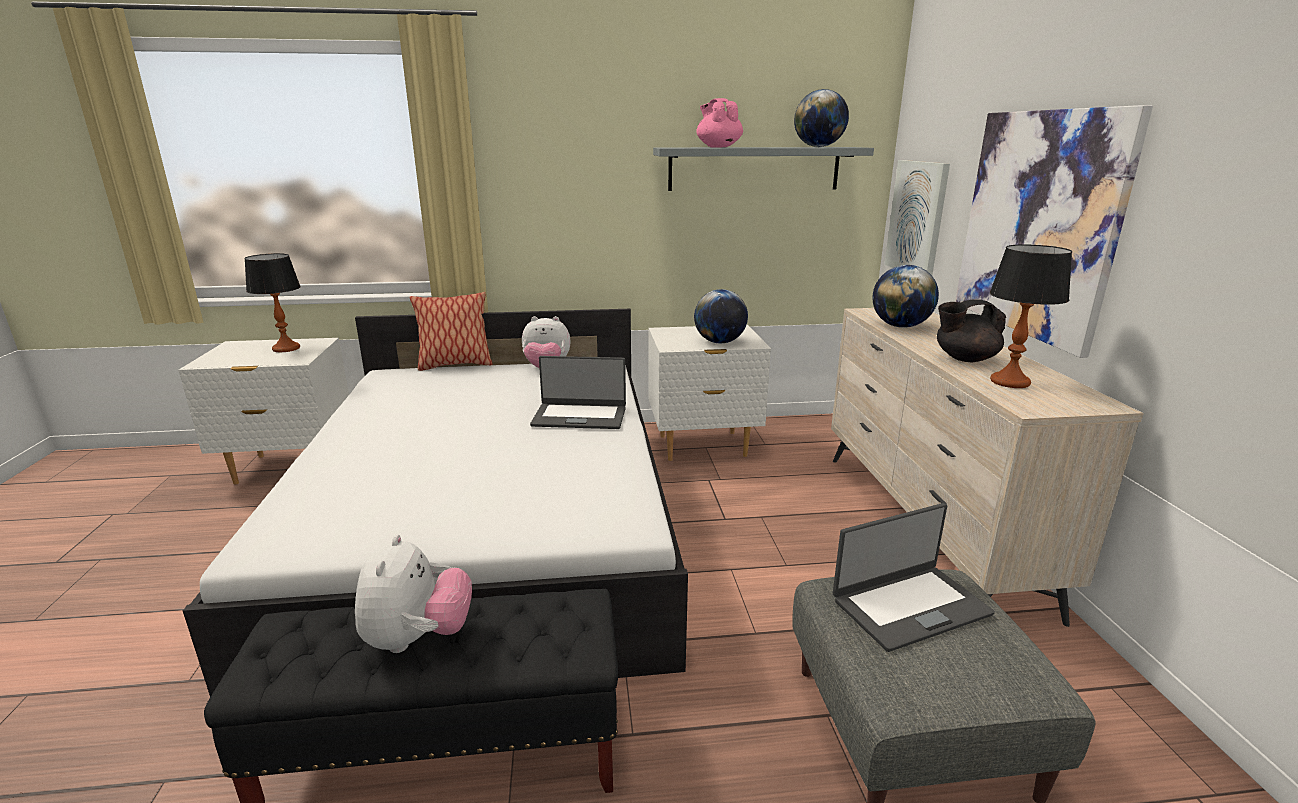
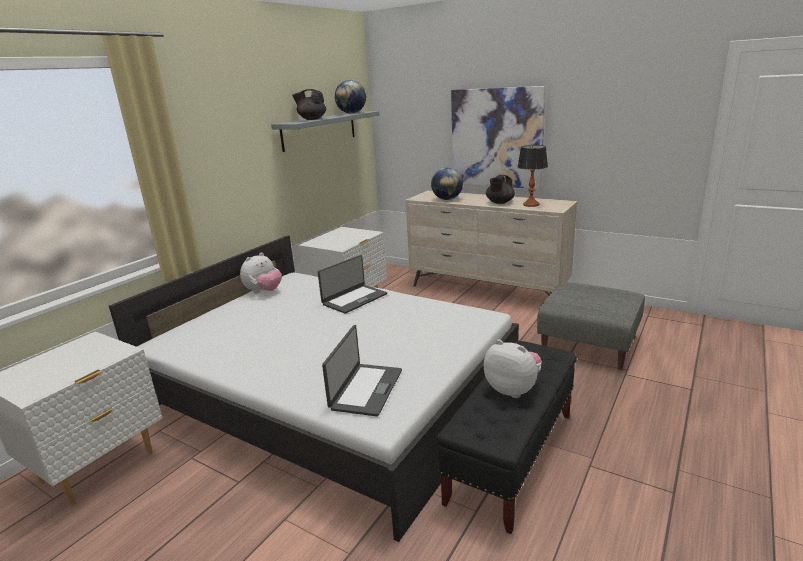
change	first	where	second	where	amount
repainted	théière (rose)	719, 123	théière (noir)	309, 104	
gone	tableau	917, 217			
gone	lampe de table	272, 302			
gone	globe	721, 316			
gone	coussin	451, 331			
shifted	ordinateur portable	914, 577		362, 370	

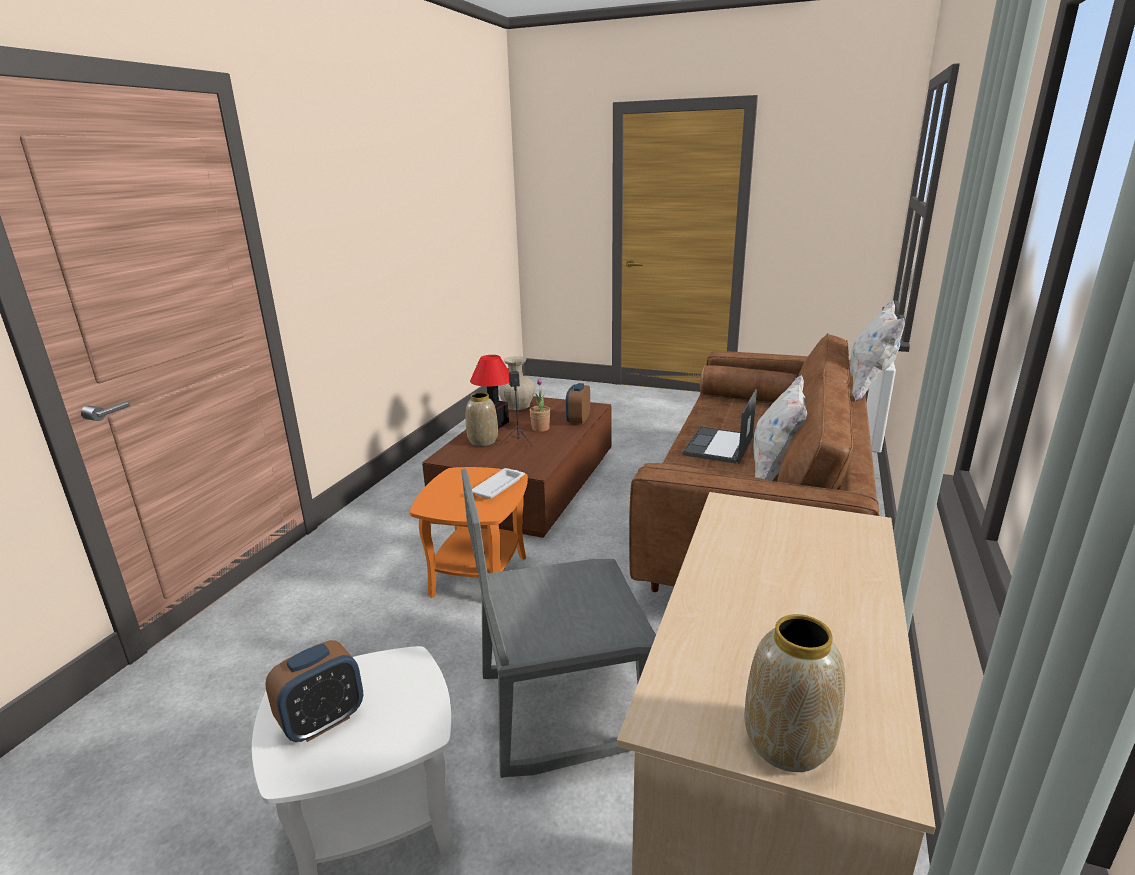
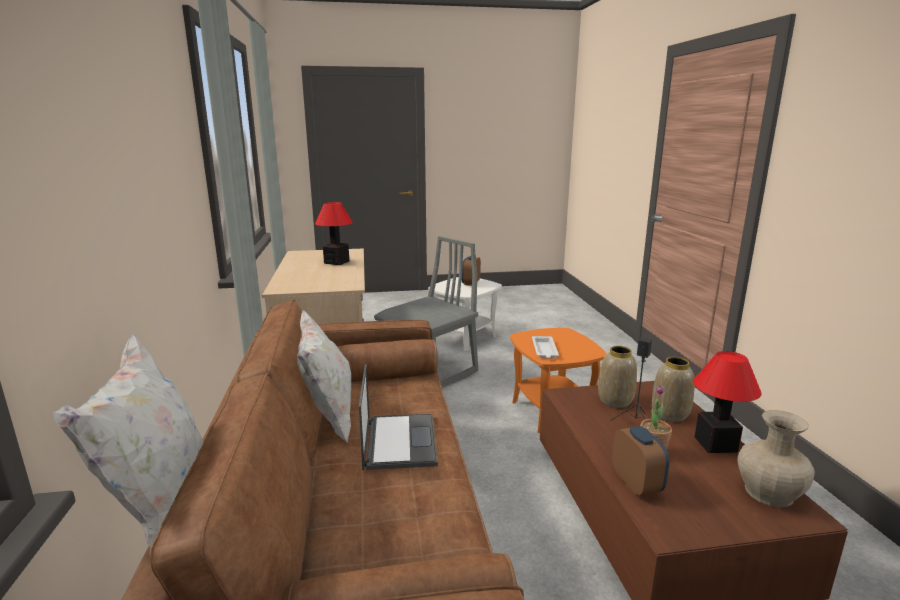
change	first	where	second	where	amount
shifted	vase	795, 693		617, 377	
new			lampe de table	334, 233	

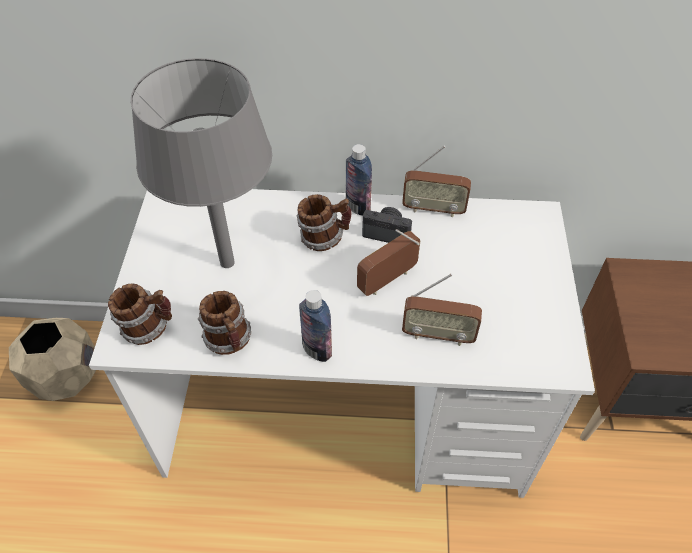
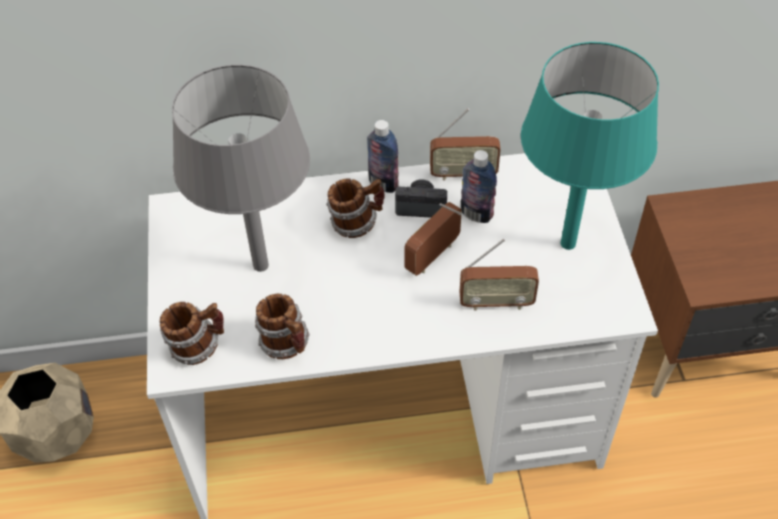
change	first	where	second	where	amount
shifted	bouteille	315, 326		479, 186	
new			lampe de table (turquoise)	590, 146	

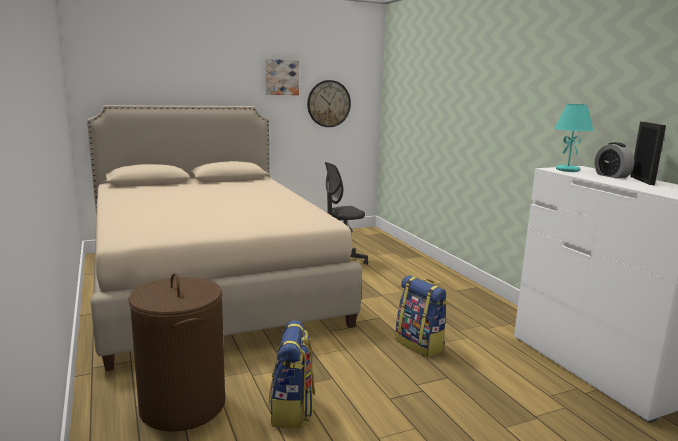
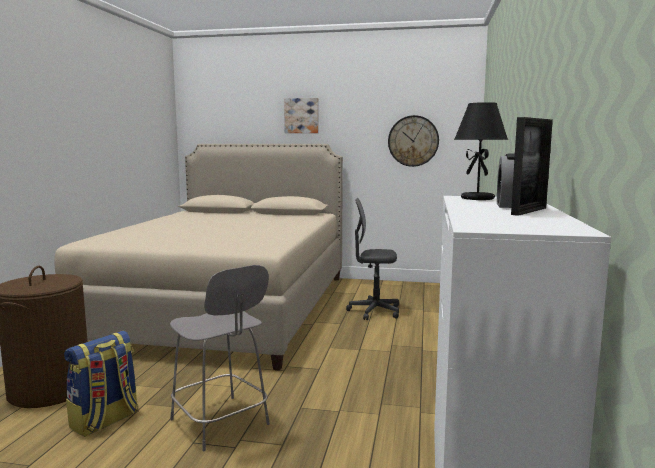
change	first	where	second	where	amount
shifted	tableau	282, 77		301, 115	
repainted	lampe de table (turquoise)	574, 138	lampe de table (noir)	481, 151	
gone	sac à dos	421, 316			
new			chaise (gris)	220, 358	

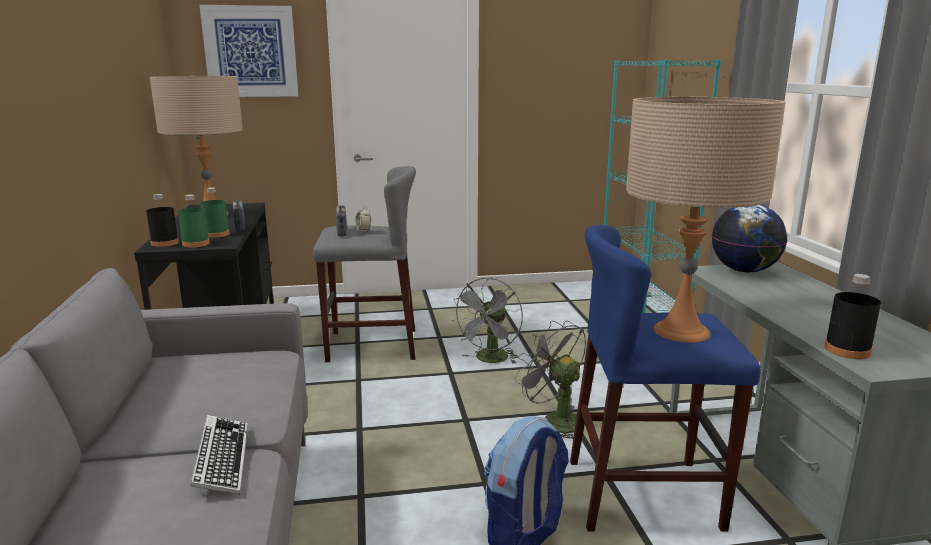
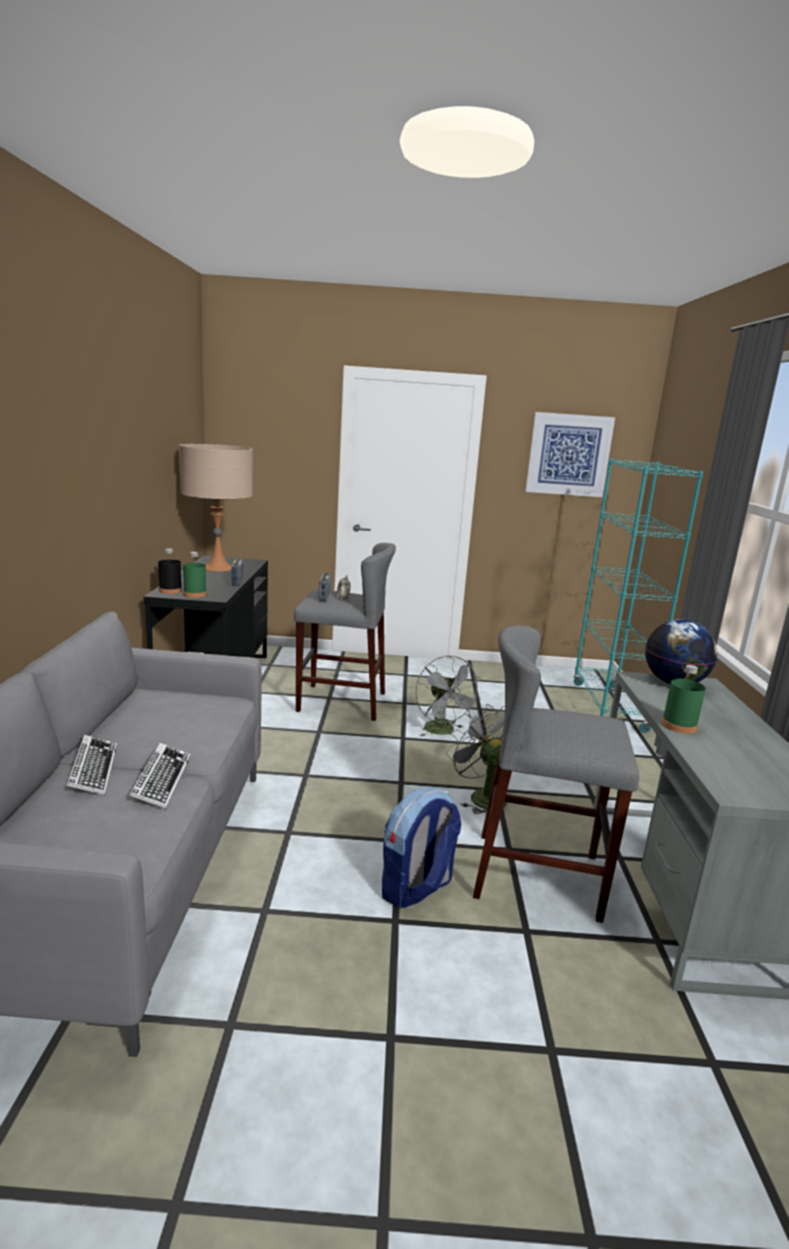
change	first	where	second	where	amount
shifted	tableau	248, 51		570, 454	
gone	lampe de table (beige)	706, 219			
shifted	bouteille (vert)	215, 212		684, 699	
repainted	tabouret (bleu)	665, 378	tabouret (gris)	556, 774	
gone	bouteille (noir)	852, 316			
rotated	ventilateur (gris)	487, 320		448, 696	60 degrees counterclockwise
new			clavier	91, 765	

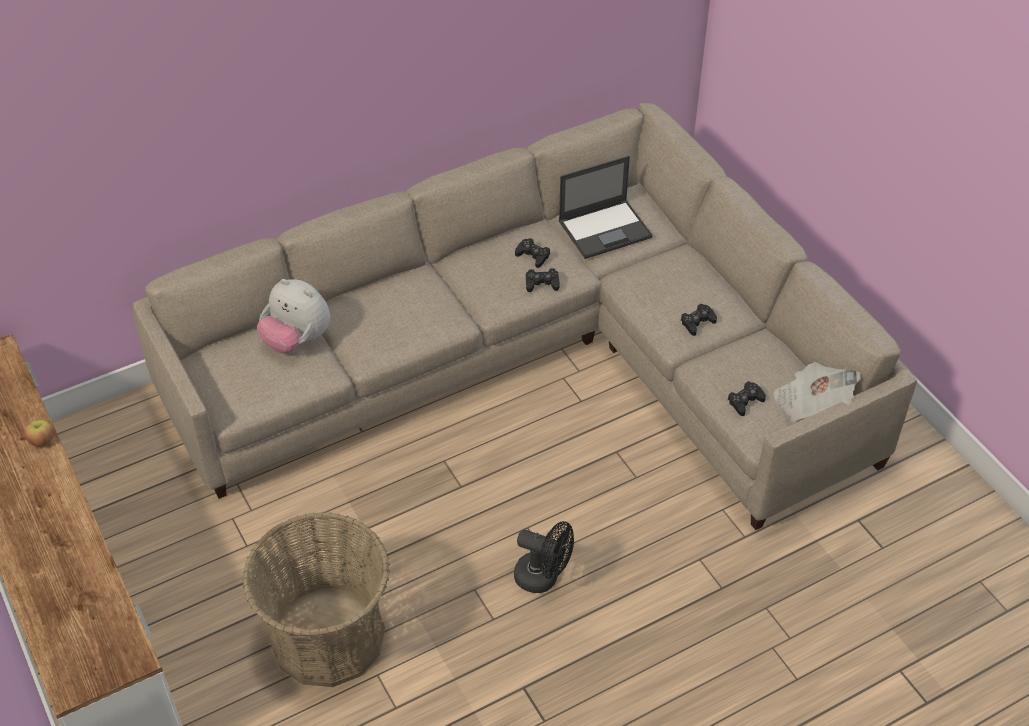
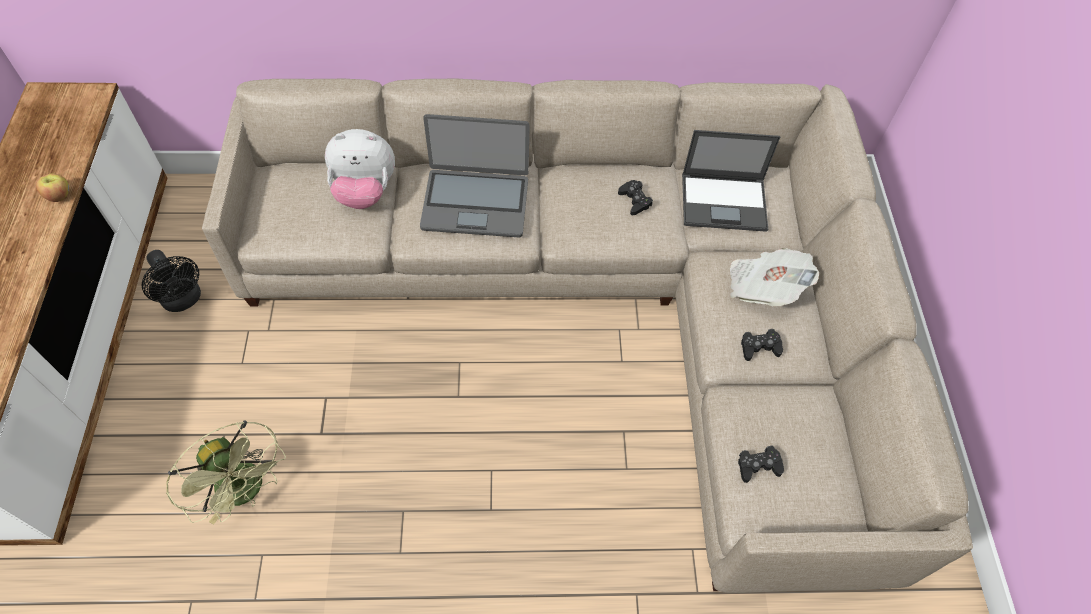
change	first	where	second	where	amount
gone	manette (noir)	543, 280			
rotated	peluche	293, 316		360, 169	60 degrees counterclockwise
shifted	journal	817, 392		774, 277	
swapped	panier	316, 599	ventilateur (vert)	226, 472	
shifted	ventilateur (noir)	544, 557		171, 281	
new			ordinateur portable	475, 175	

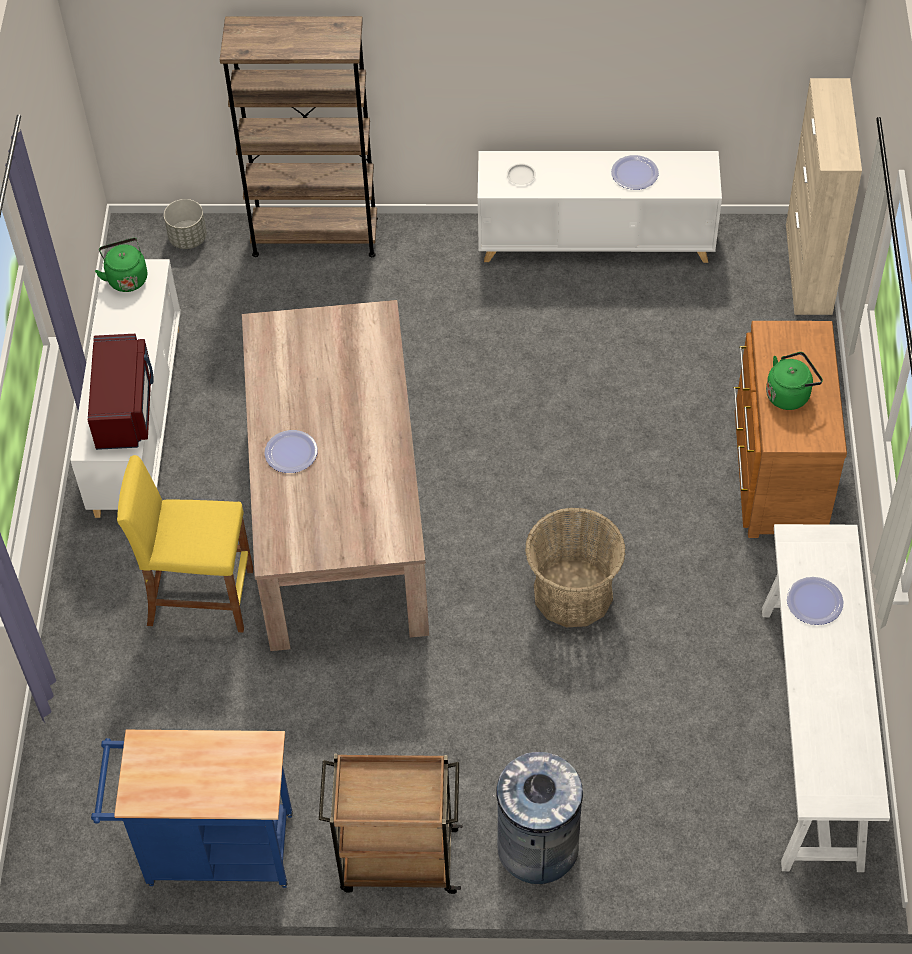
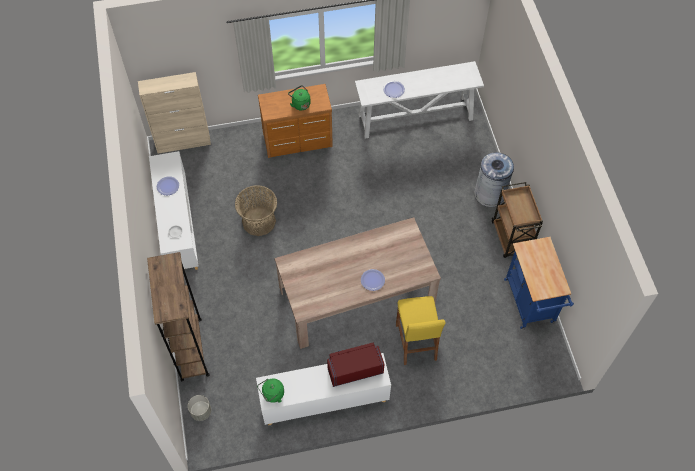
change	first	where	second	where	amount
shifted	panier	575, 567		256, 210	

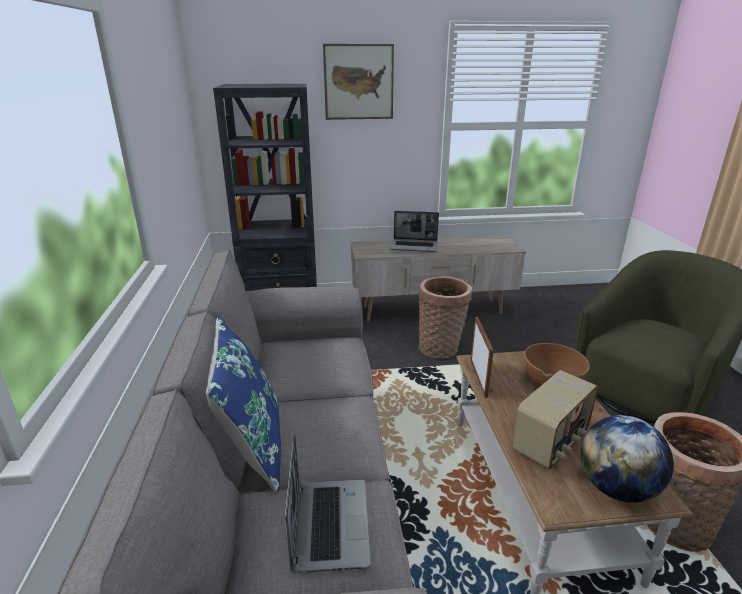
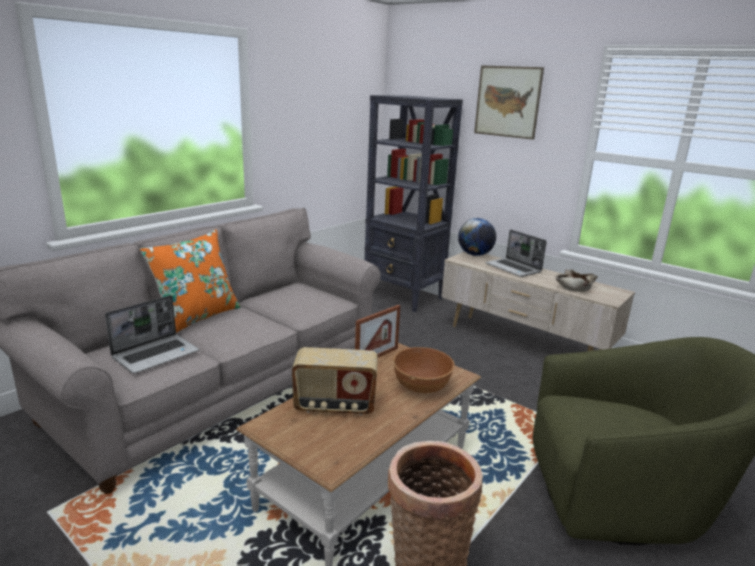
change	first	where	second	where	amount
gone	panier	445, 317			
repainted	coussin (bleu)	243, 405	coussin (orange)	190, 281	
shifted	globe	627, 459		477, 237	
new			bol (beige)	576, 280	

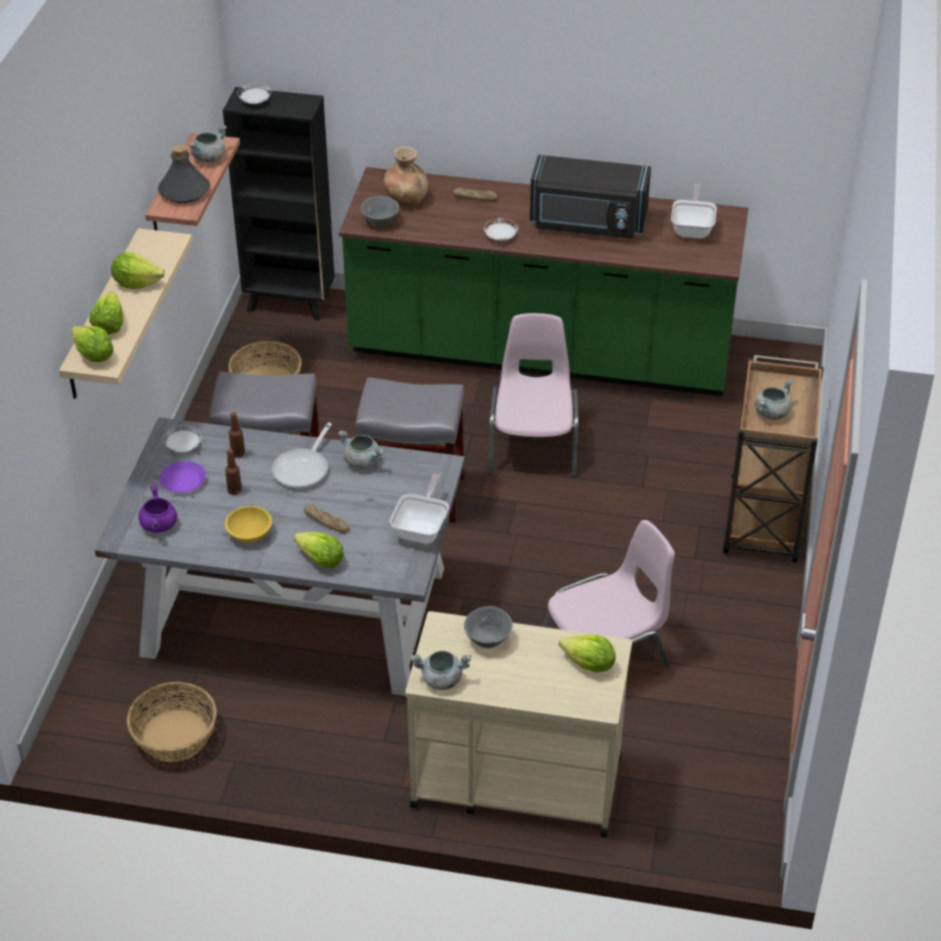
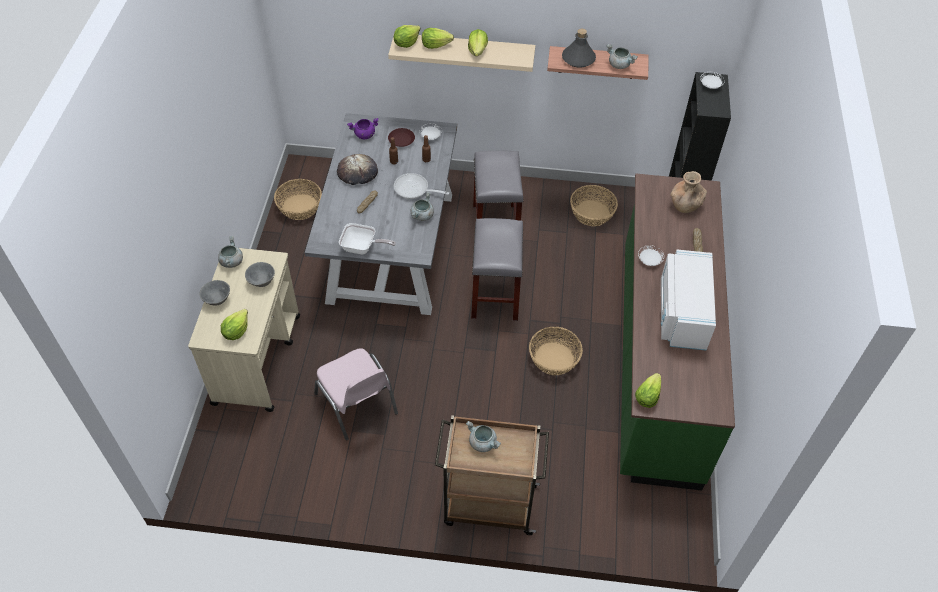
change	first	where	second	where	amount
repainted	micro-ondes (noir)	590, 197	micro-ondes (blanc)	688, 300	
gone	poêle	694, 211			
shifted	bol (gris)	380, 211		214, 293	
swapped	chaise (rose)	533, 395	panier	556, 351	
repainted	assiette (violet)	182, 477	assiette (marron)	401, 137	
swapped	bol (jaune)	248, 524	pain	357, 169	
shifted	laitue	319, 550		648, 390	

